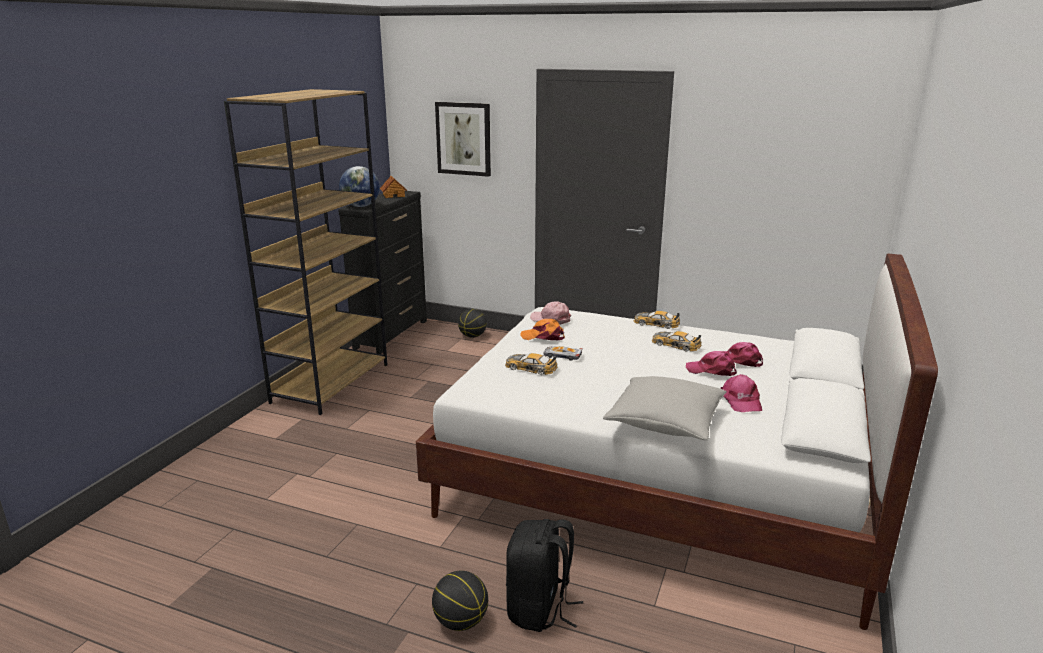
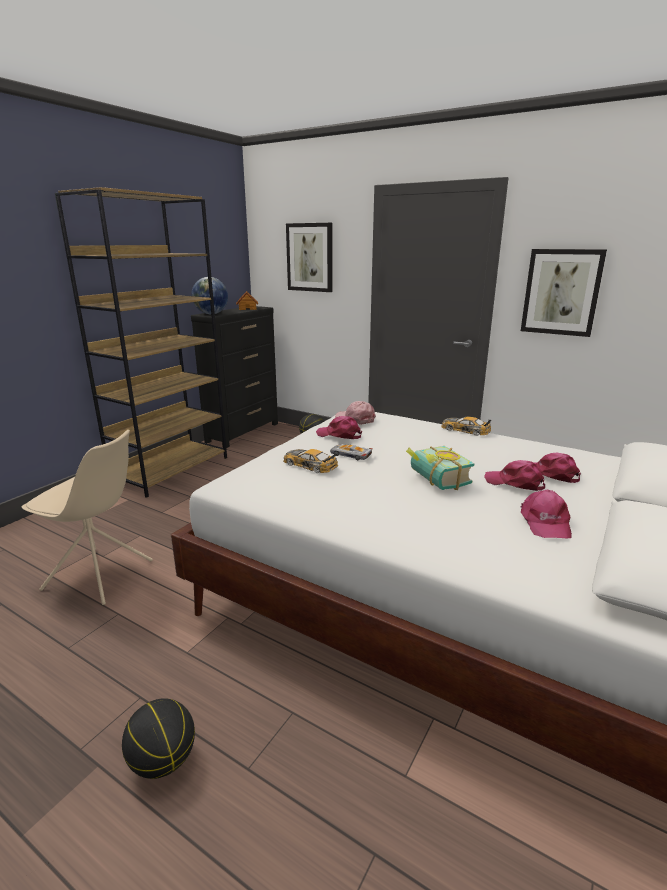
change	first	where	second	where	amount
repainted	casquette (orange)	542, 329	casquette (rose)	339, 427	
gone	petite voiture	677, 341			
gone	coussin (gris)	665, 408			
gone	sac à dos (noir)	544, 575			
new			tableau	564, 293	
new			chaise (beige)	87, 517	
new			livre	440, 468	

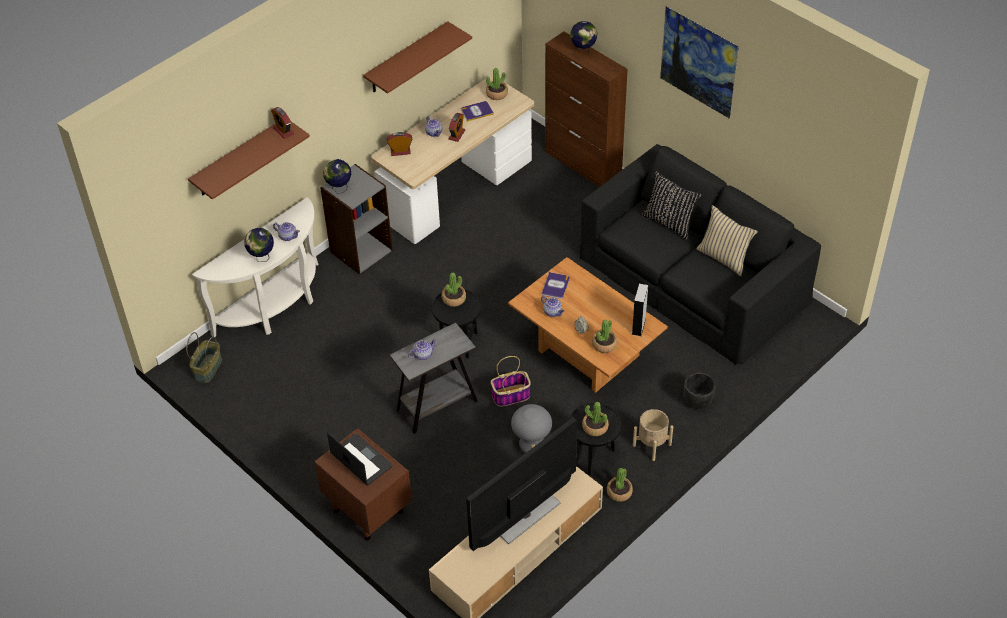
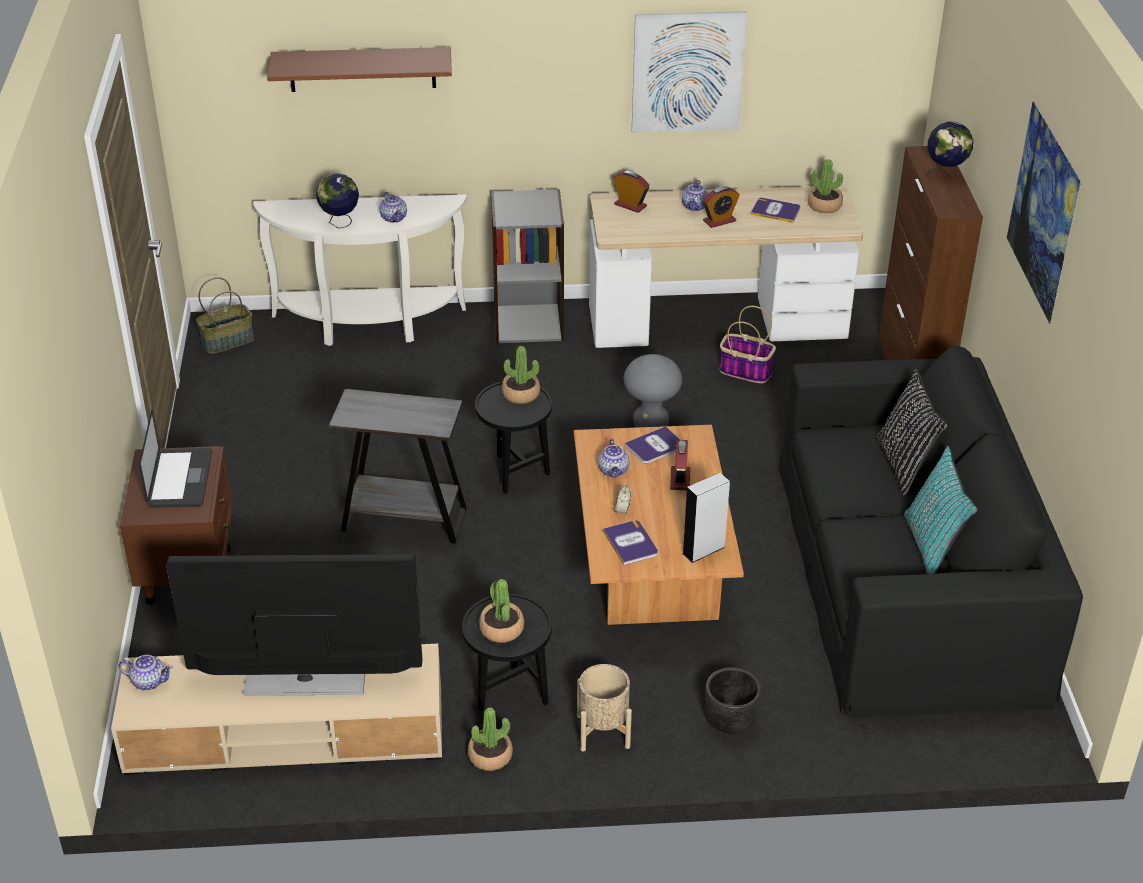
change	first	where	second	where	amount
swapped	étagère (marron)	417, 58	tableau	689, 72	
shifted	réveil	282, 123		680, 465	
gone	globe	337, 176			
repainted	coussin (beige)	727, 240	coussin (turquoise)	941, 510	
swapped	plante en pot	604, 336	livre	630, 542	
shifted	théière	422, 349		145, 672	
shifted	panier	511, 381		748, 344	
shifted	tabouret (gris)	531, 429		652, 391	

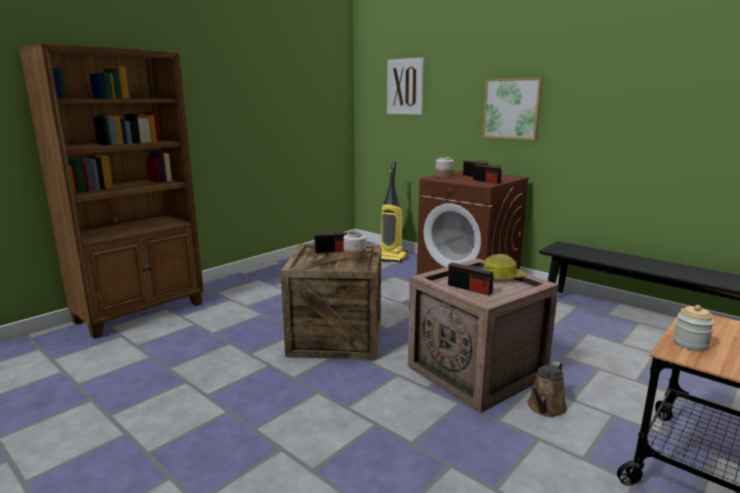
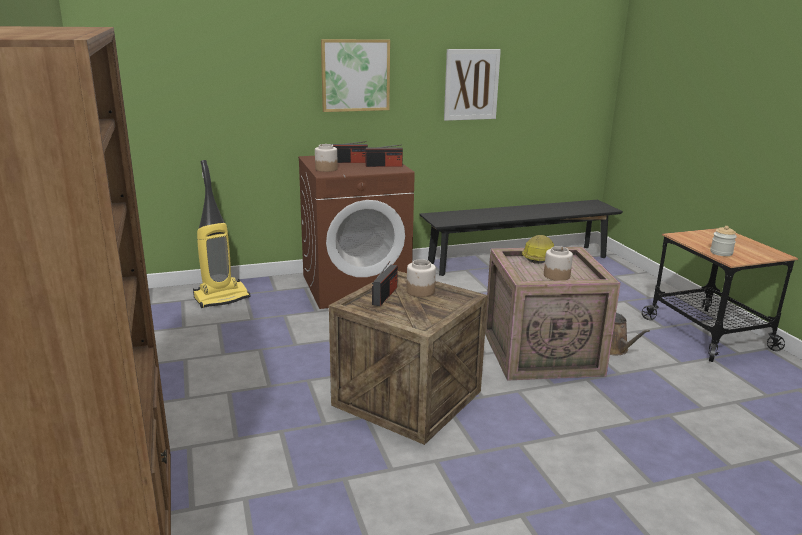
change	first	where	second	where	amount
shifted	tableau	405, 86		472, 85	
swapped	radio	471, 279	bocal	558, 263	

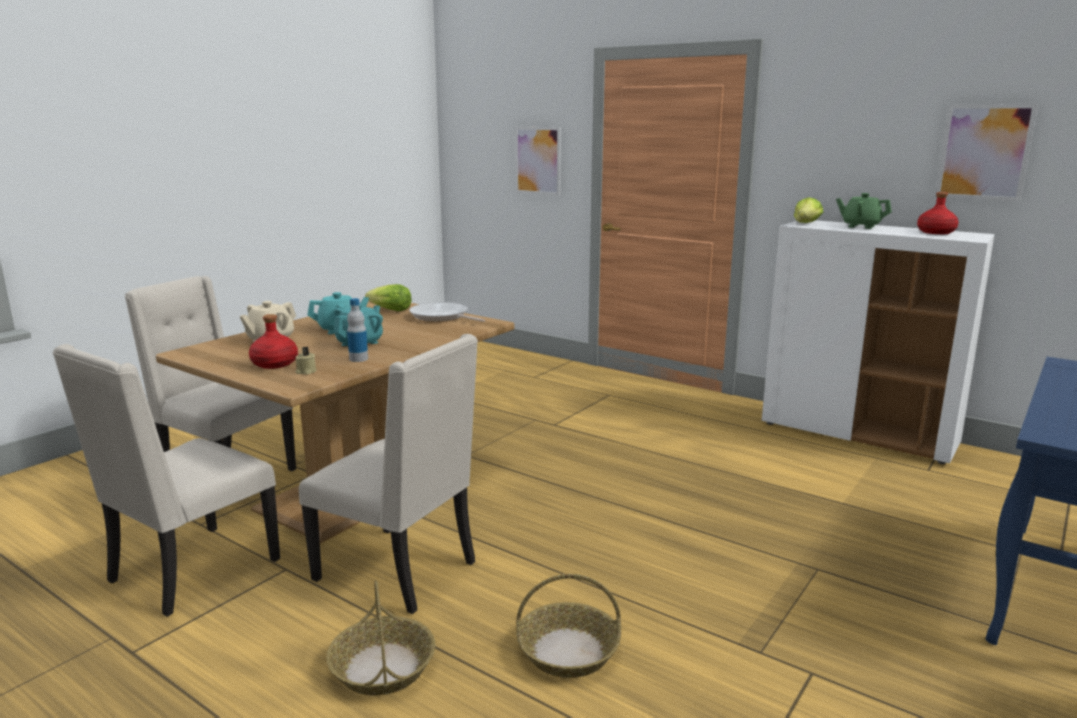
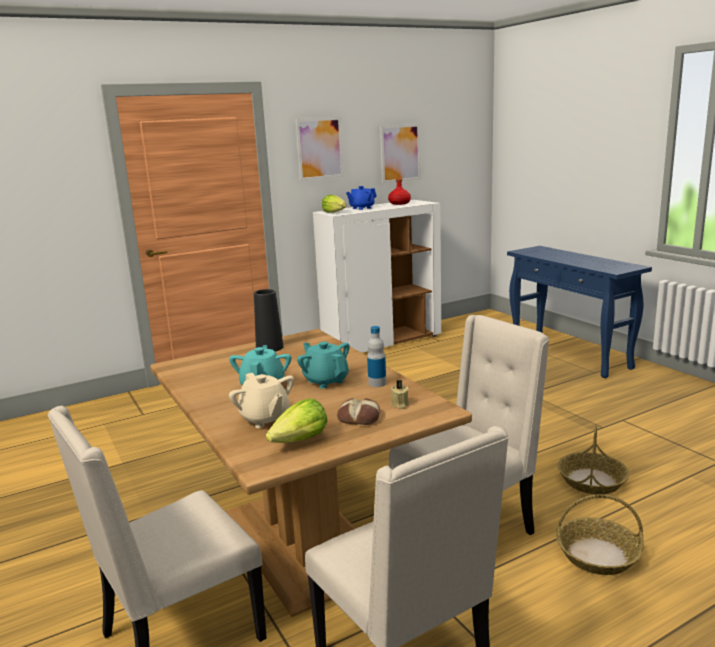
change	first	where	second	where	amount
shifted	tableau	538, 161		320, 149	
repainted	théière (vert)	864, 211	théière (bleu)	361, 198	
shifted	laitue	388, 297		297, 421	
swapped	poêle	447, 312	vase (noir)	269, 320	
swapped	bouteille (rouge)	273, 341	pain	358, 411	

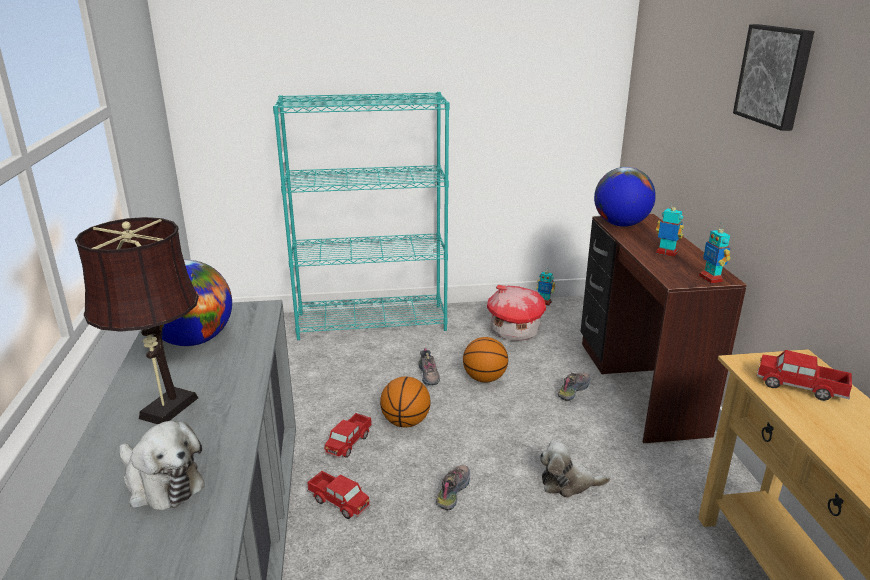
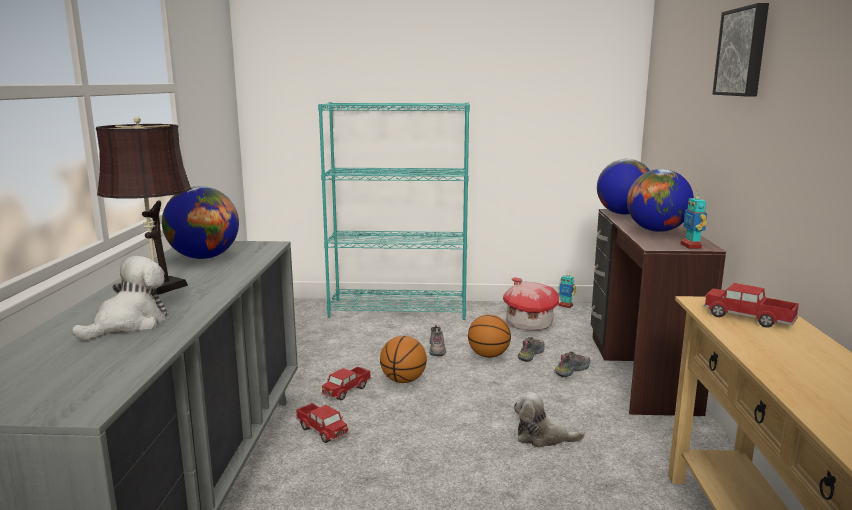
change	first	where	second	where	amount
swapped	robot jouet	670, 229	globe	660, 200	
rotated	peluche	162, 465		119, 298	105 degrees counterclockwise
shifted	chaussure	453, 488		531, 349	

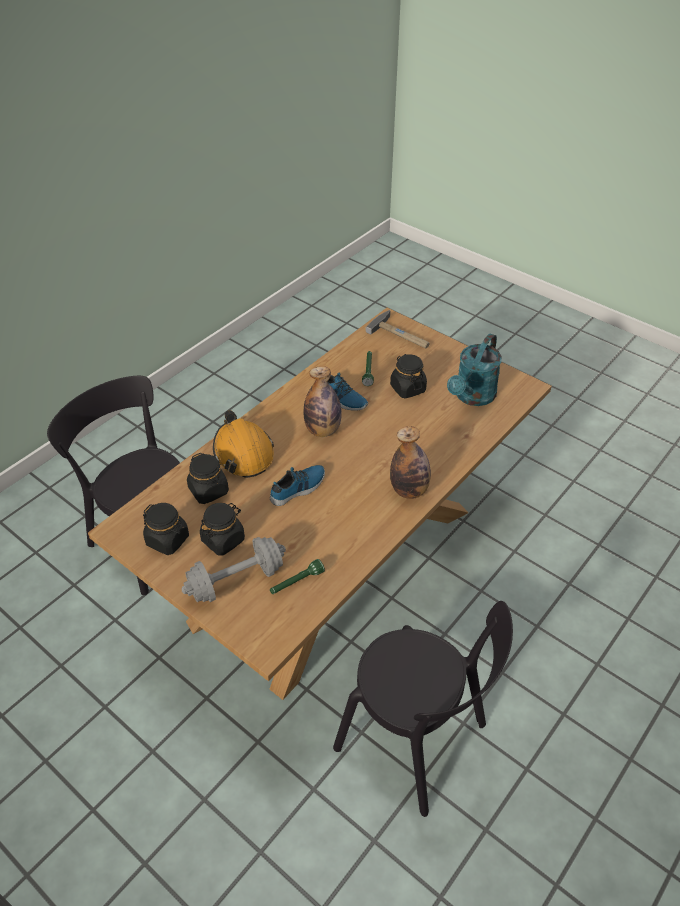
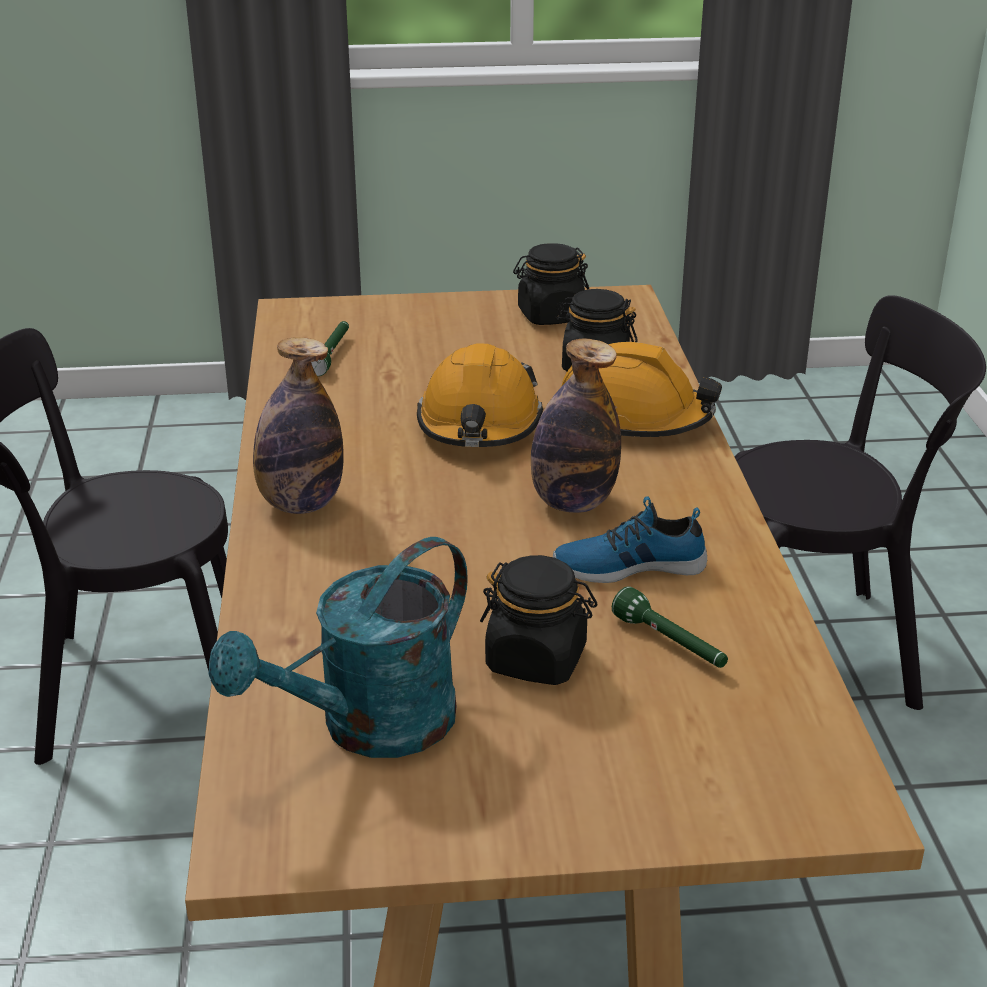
change	first	where	second	where	amount
gone	marteau	397, 329			
rotated	arrosoir (turquoise)	474, 370		338, 647	120 degrees counterclockwise
swapped	chaussure	297, 485	casque de chantier (orange)	480, 395	
gone	bocal (noir)	222, 529			
gone	haltère (gris)	233, 569			

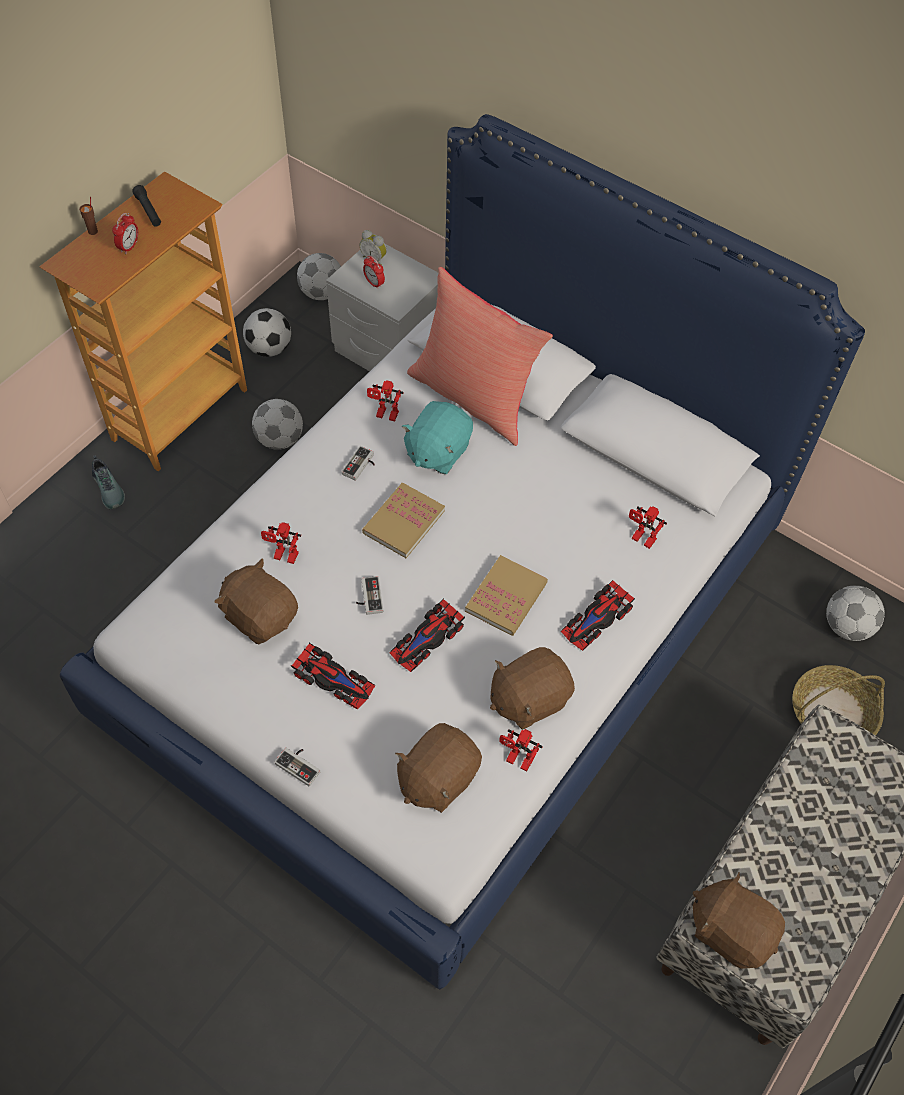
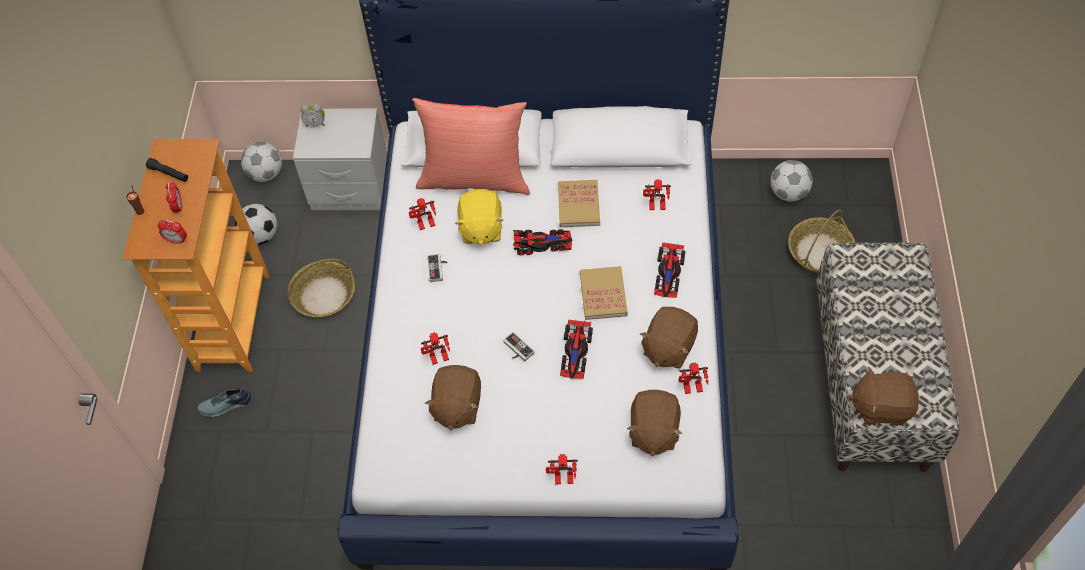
change	first	where	second	where	amount
shifted	réveil	374, 272		172, 231	
swapped	ballon de foot	277, 424	panier	321, 288	
repainted	peluche (turquoise)	437, 437	peluche (jaune)	479, 217	
rotated	chaussure	108, 482		224, 402	135 degrees clockwise
shifted	livre	403, 520		579, 203	
rotated	peluche (marron)	256, 601		453, 397	90 degrees counterclockwise
shifted	petite voiture	333, 676		542, 242	
swapped	manette	297, 767	robot jouet	562, 469	

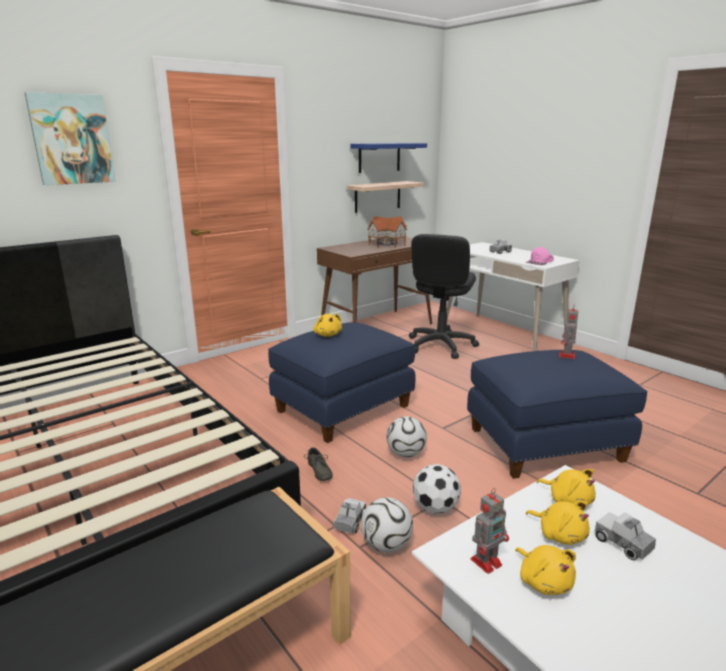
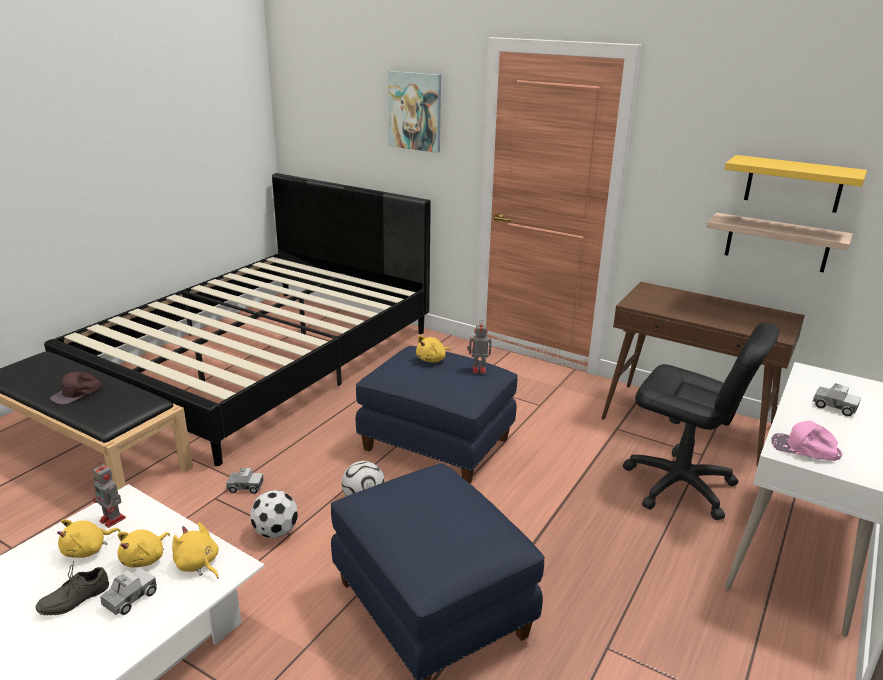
change	first	where	second	where	amount
repainted	étagère (bleu)	389, 158	étagère (jaune)	796, 184	
gone	maison miniature	387, 232			
rotated	chaise de bureau (noir)	444, 296		701, 421	150 degrees counterclockwise
shifted	robot jouet	568, 334		479, 346	
shifted	chaussure (gris)	318, 464		72, 588	
rotated	peluche (jaune)	566, 487		195, 550	105 degrees clockwise
gone	ballon de foot	387, 524			
new			casquette (marron)	76, 388	

